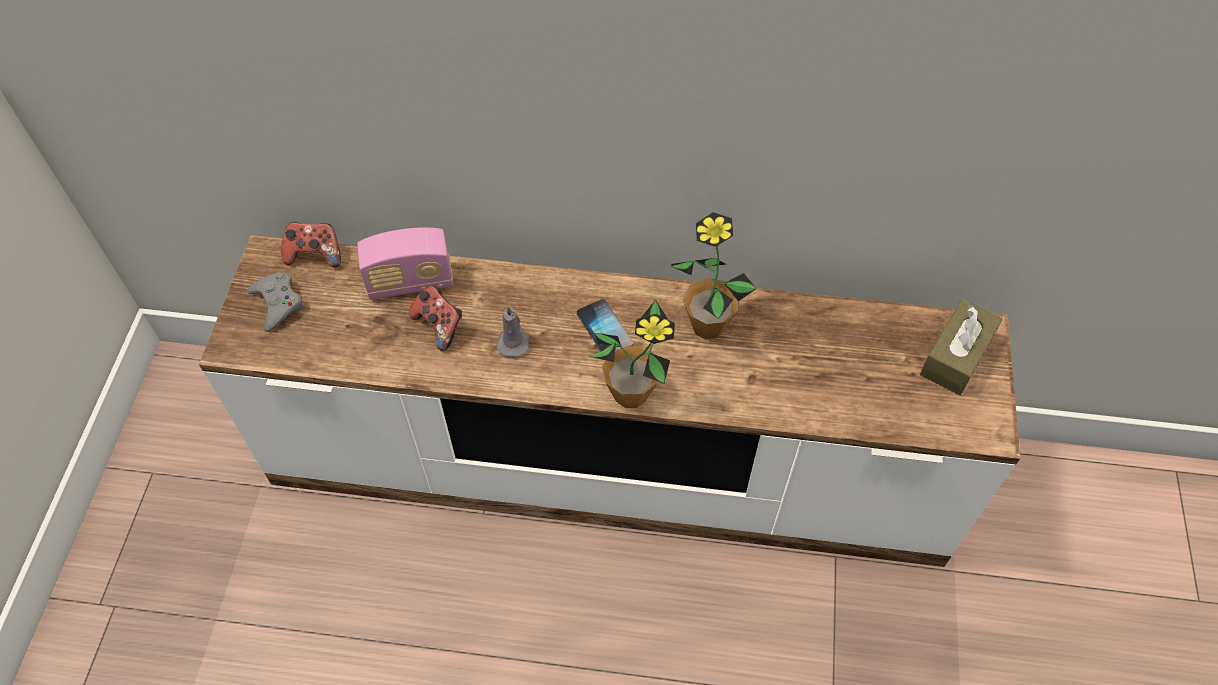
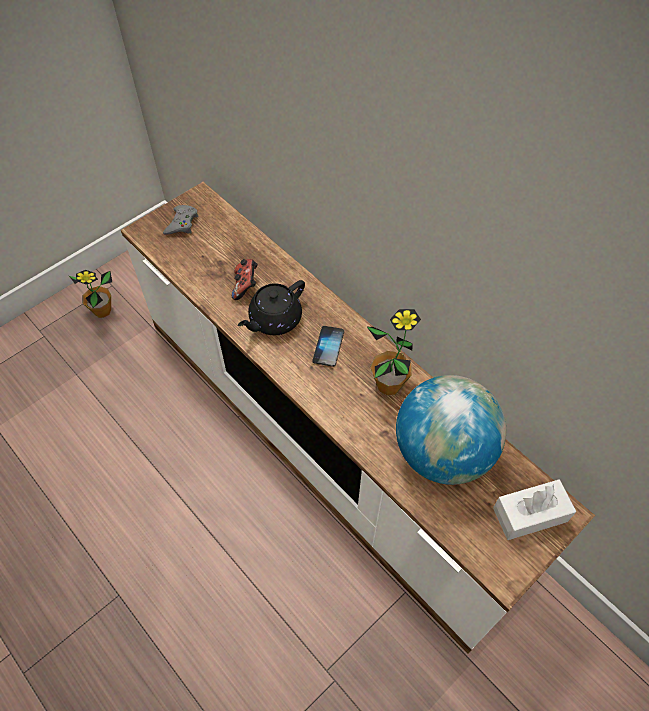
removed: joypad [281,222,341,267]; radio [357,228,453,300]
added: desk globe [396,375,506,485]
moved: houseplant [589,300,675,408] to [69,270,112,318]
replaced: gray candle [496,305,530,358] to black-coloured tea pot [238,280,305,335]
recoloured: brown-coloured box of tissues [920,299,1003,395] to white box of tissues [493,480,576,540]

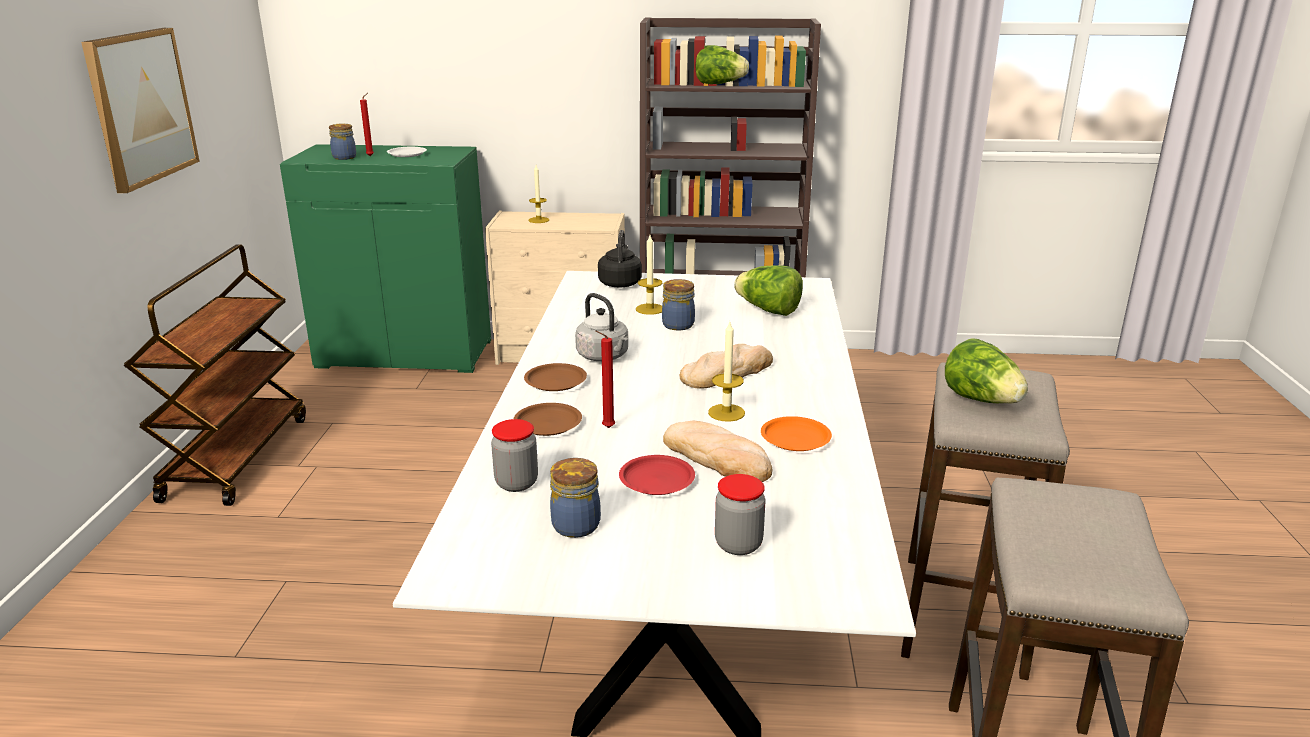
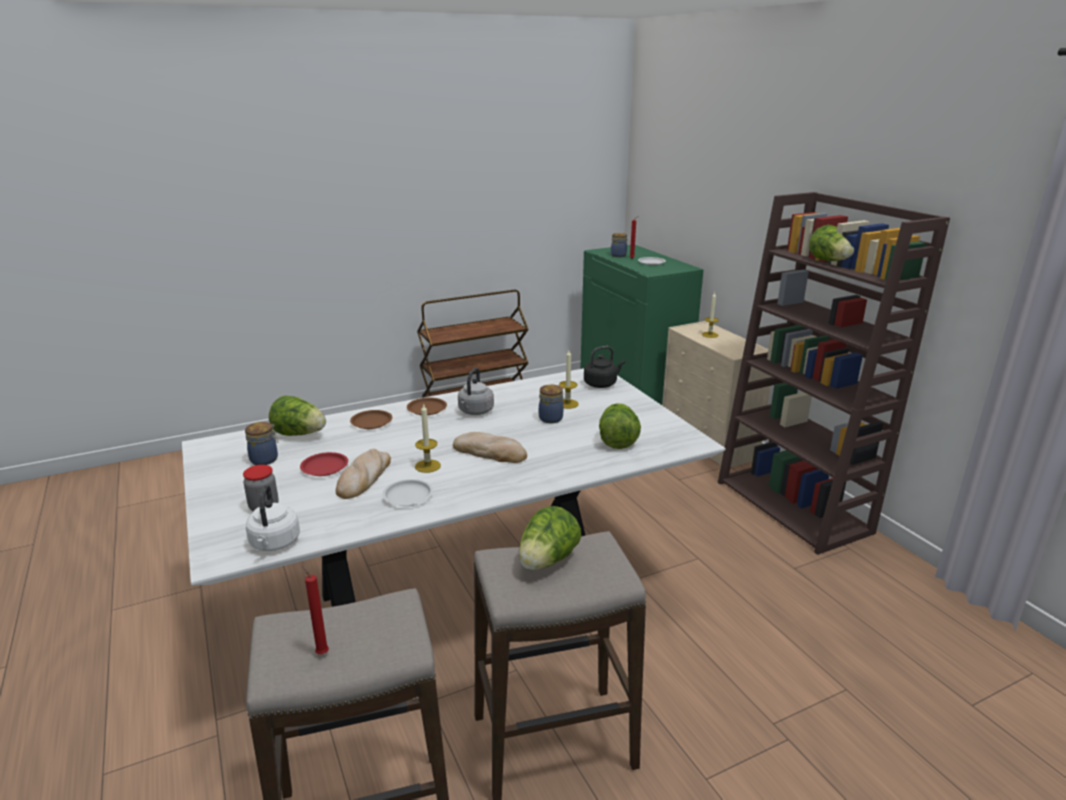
removed: wall art [81,28,200,193]
added: white tea kettle [246,485,300,551]
moved: red-coloured candle [596,331,615,428] to [302,565,329,654]
replaced: storage jar [491,419,538,492] to head of lettuce [269,396,326,436]
recoloured: orange-coloured dinner plate [761,416,832,451] to white dinner plate [382,479,433,506]

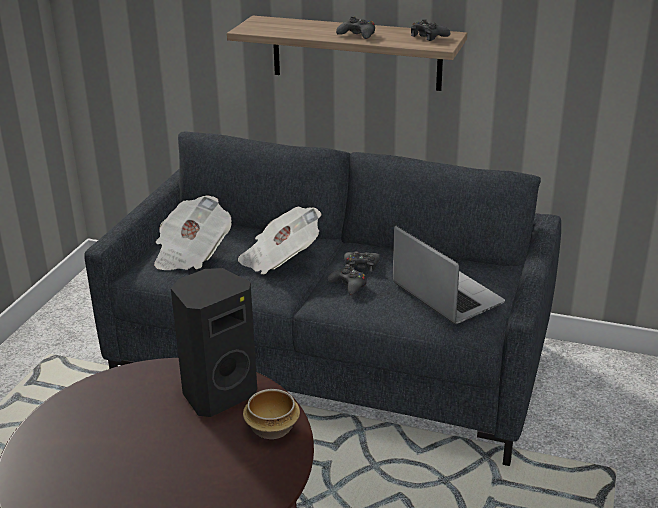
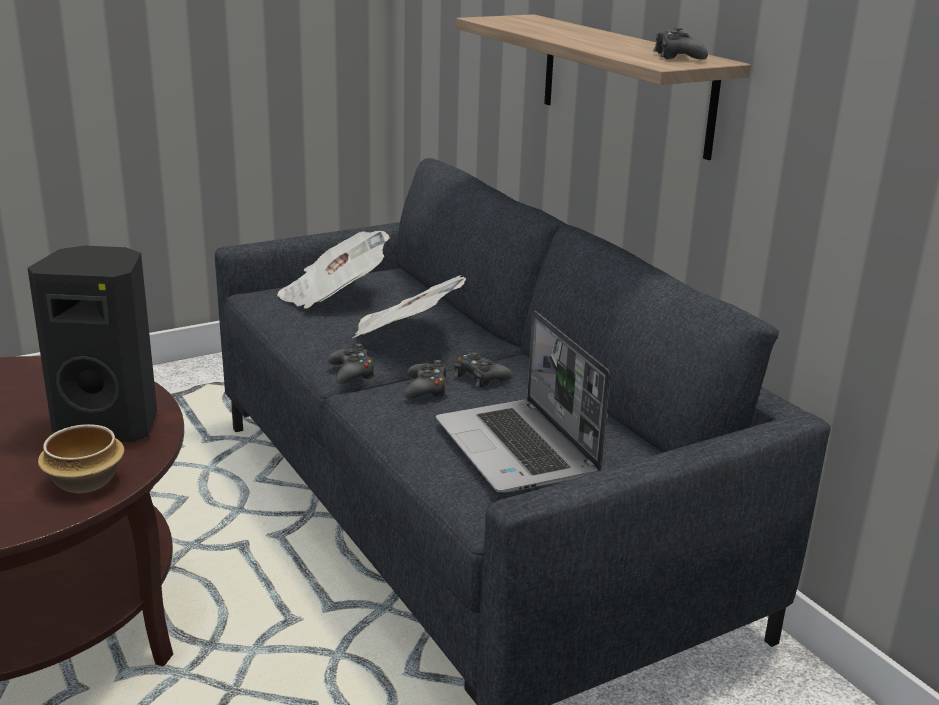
moved: black-coloured joypad [336,16,375,39] to [328,344,375,384]
turned: notebook computer [393,226,505,324] = [436,311,610,493] 150 degrees clockwise

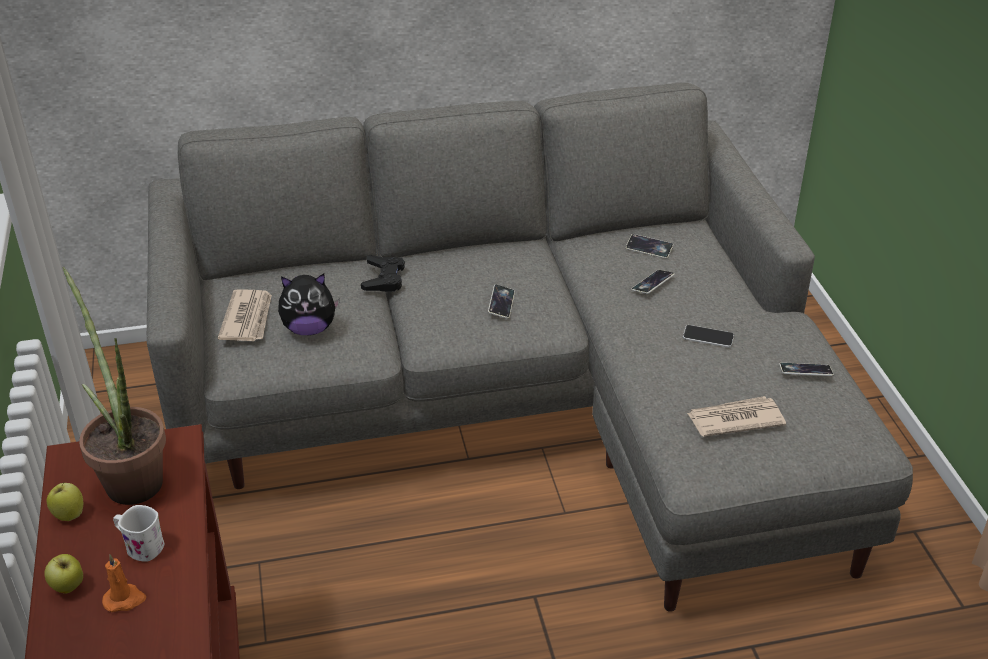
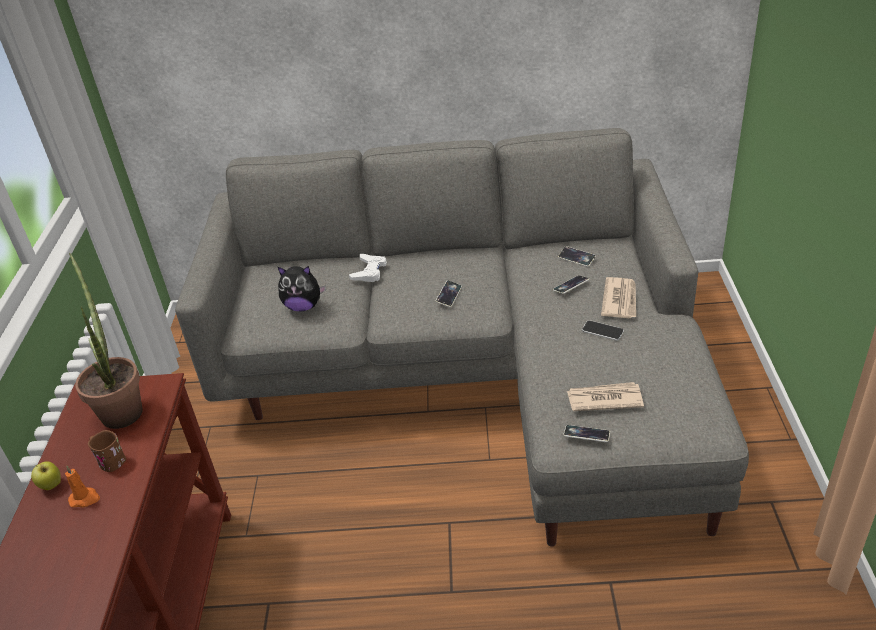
removed: apple [46,482,83,521]
moved: daily paper [218,290,272,341] to [601,277,636,319]; phone [779,363,834,376] to [563,425,610,442]
recoloured: white coffee mug [113,505,164,562] to brown-coloured coffee mug [88,430,126,472]; black-coloured joypad [361,255,405,292] to white joypad [349,254,387,282]

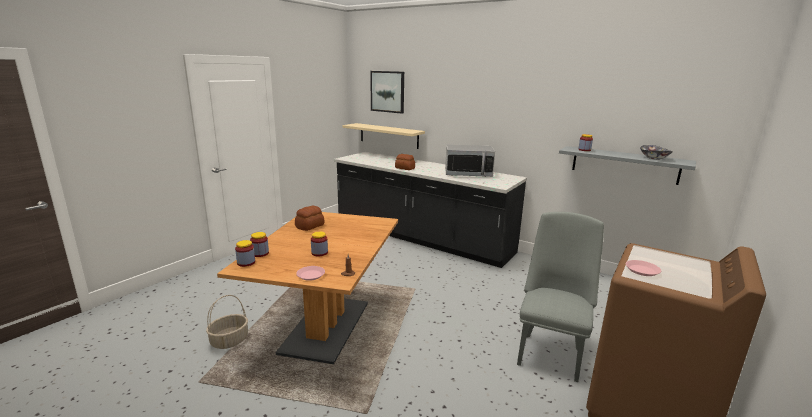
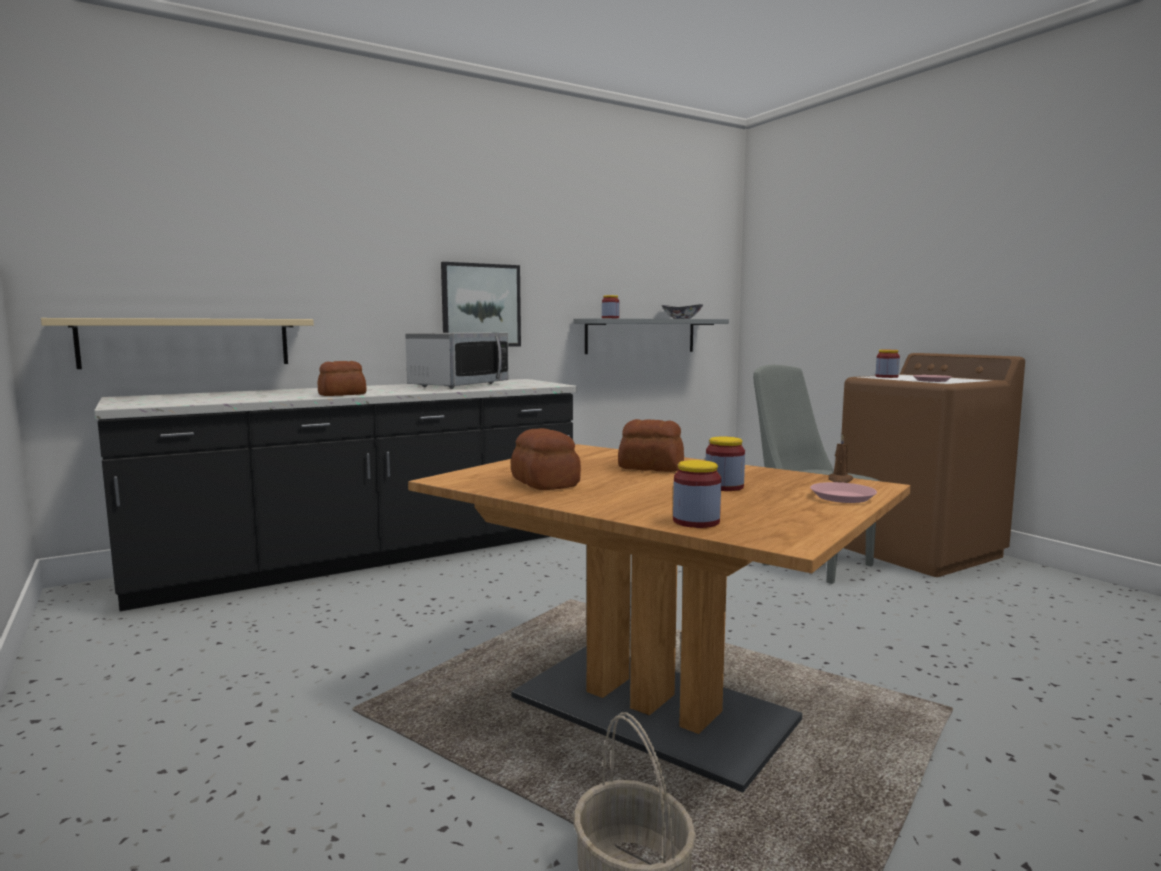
added: bread [618,419,684,472]
moved: storage jar [235,240,255,267] to [876,350,900,378]; wall art [370,71,404,114] to [441,262,521,347]

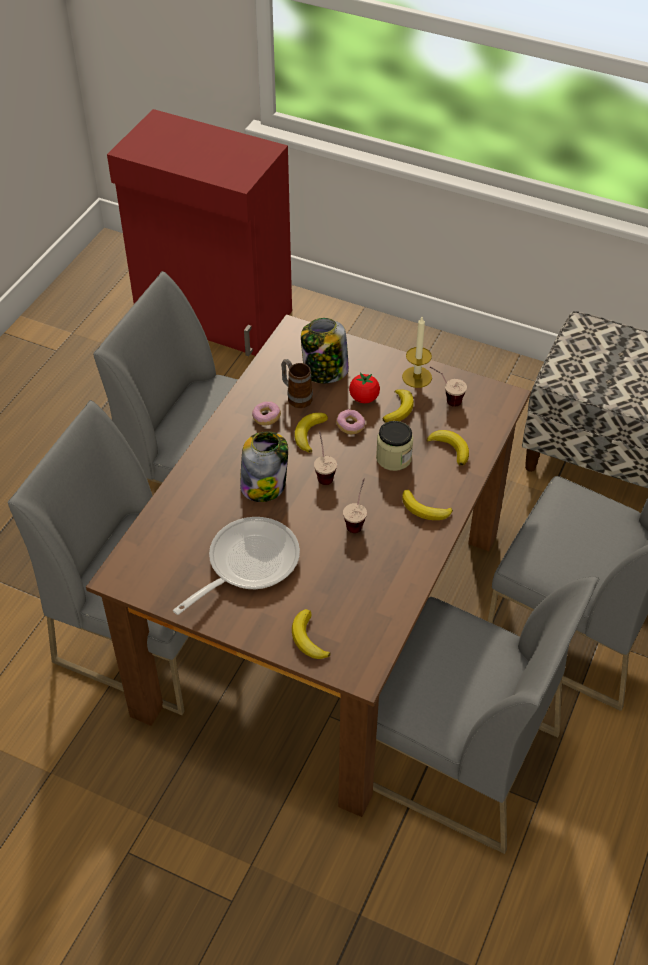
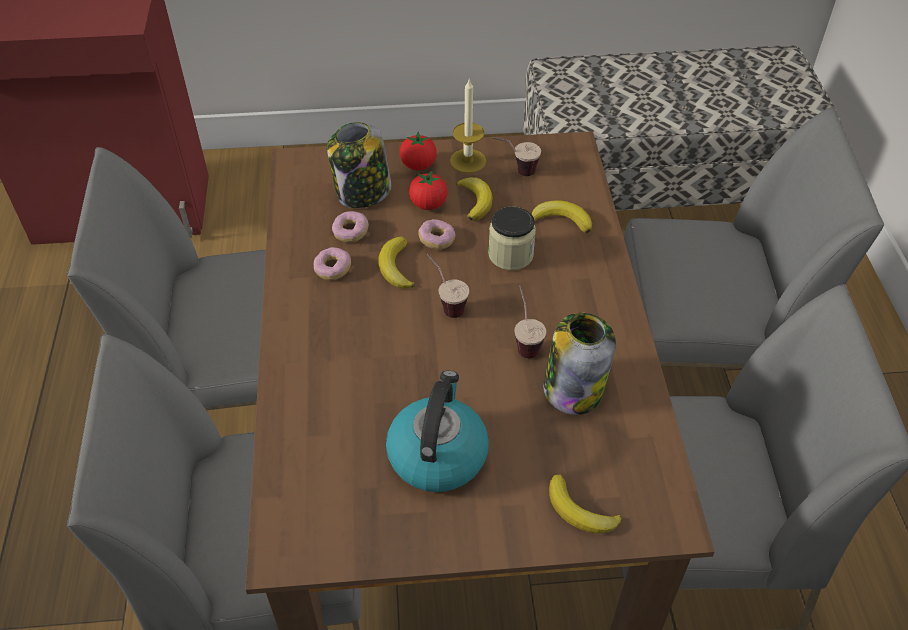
removed: banana fruit [402,489,453,520]
added: tomato [400,131,437,170]
moved: storage jar [240,431,288,502] to [543,313,616,415]
replaced: frying pan [173,517,300,615] to tea kettle [386,371,489,492]; coffee mug [281,359,313,408] to doughnut [332,211,369,243]

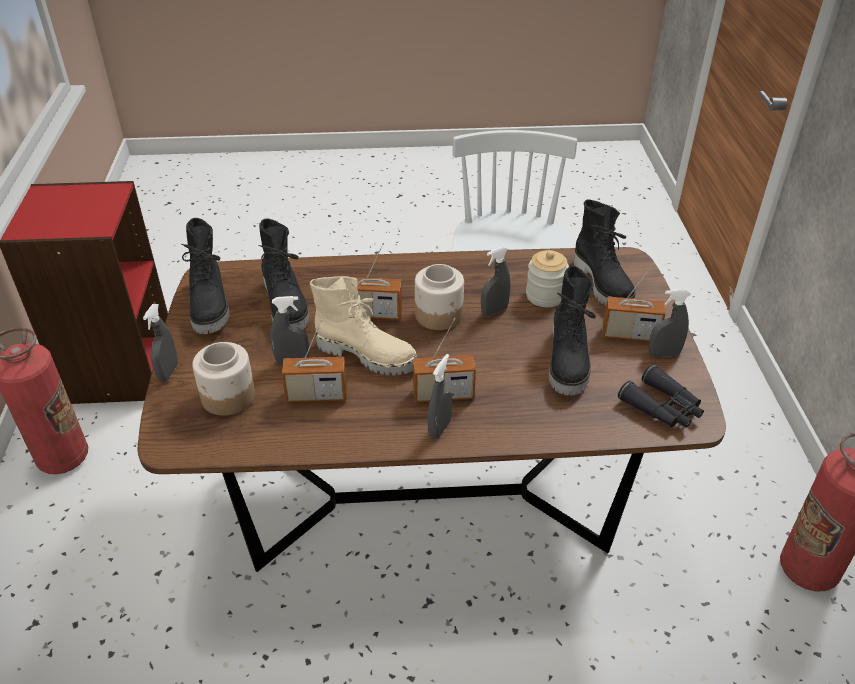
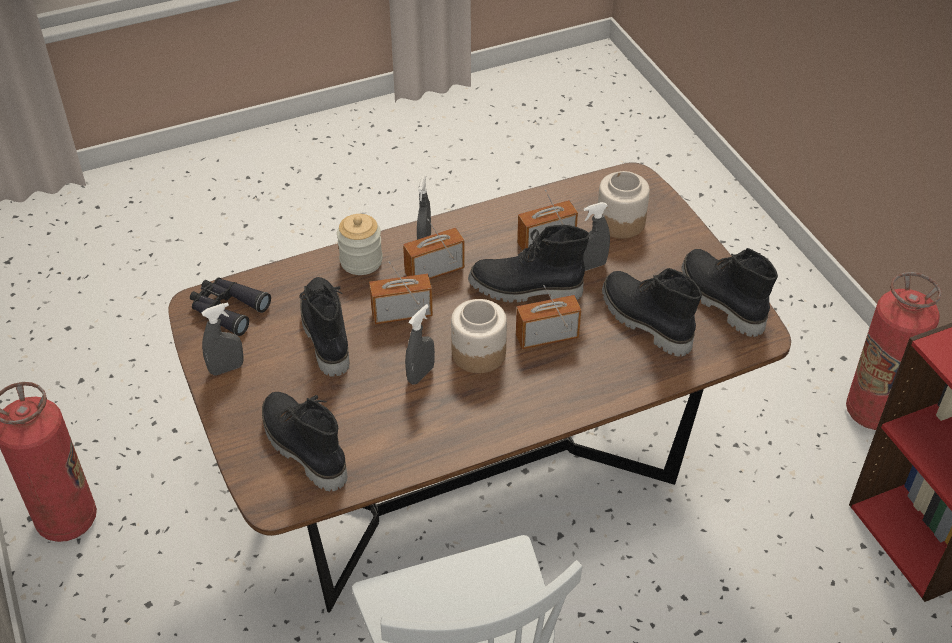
removed: gray hand sprayer [143,304,178,382]
moved: storage jar [526,250,569,307] to [337,214,383,275]; radio [603,263,666,342] to [369,261,433,324]
recoloured: sand-coloured tall boot [310,276,417,375] to black-coloured tall boot [468,225,589,303]

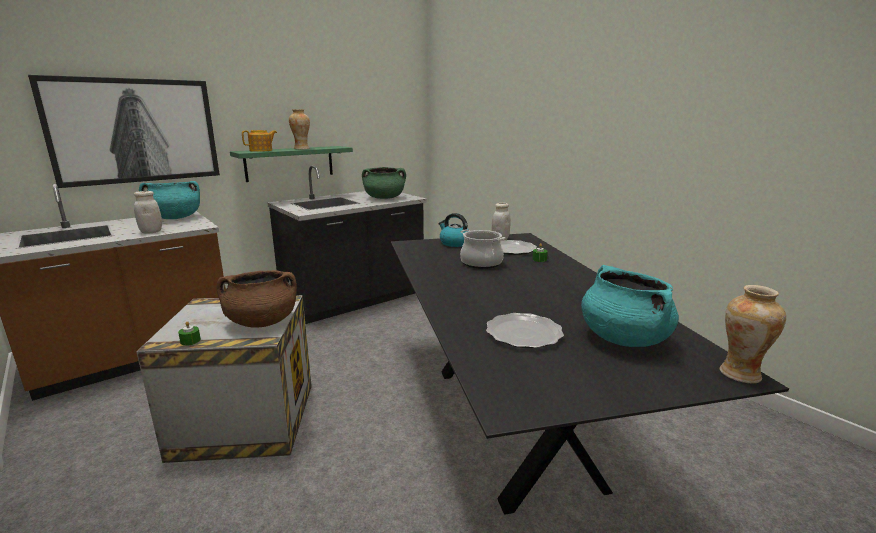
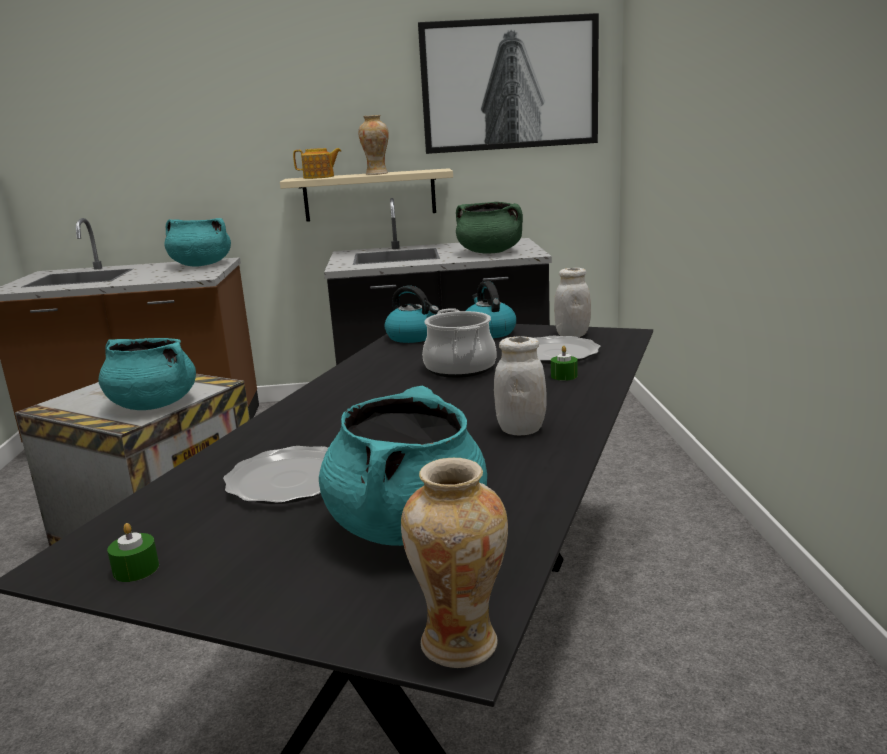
added: tea kettle [384,286,439,343]
moved: wall art [28,75,220,188] to [418,13,599,154]; white storage jar [134,191,162,234] to [494,336,547,435]; green-coloured candle [178,321,201,346] to [107,523,159,582]
recoloured: brown-coloured cooking pot [217,270,297,328] to turquoise cooking pot [98,338,196,410]; green-coloured shelf [230,146,353,182] to sand-coloured shelf [280,168,453,222]

